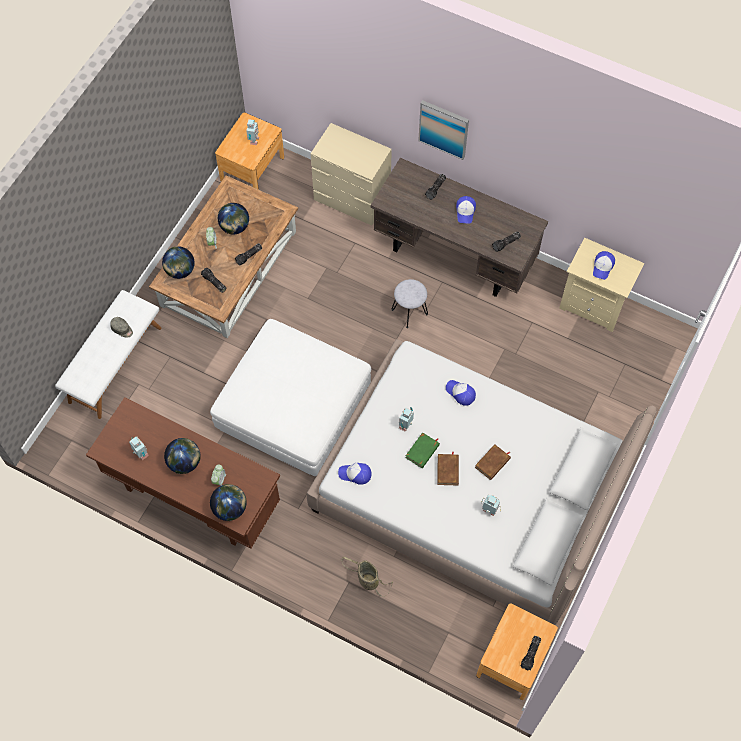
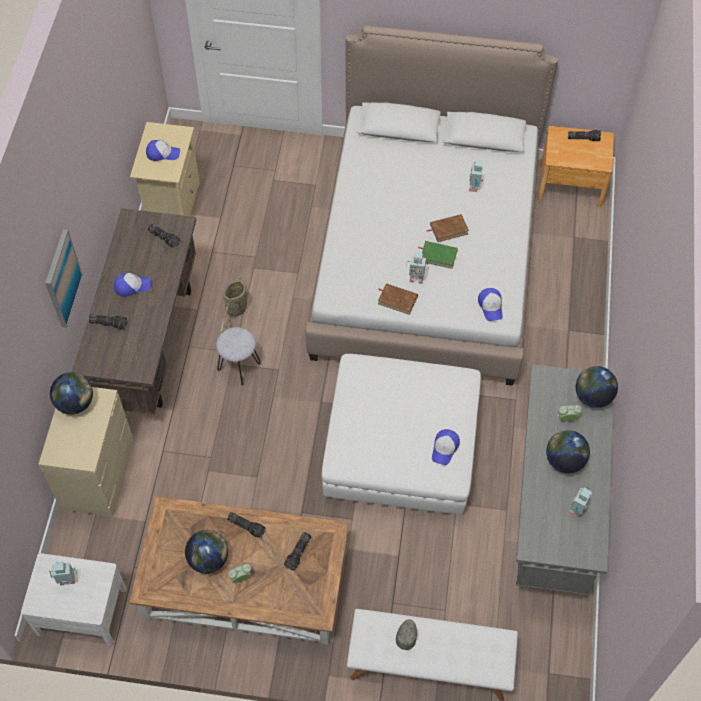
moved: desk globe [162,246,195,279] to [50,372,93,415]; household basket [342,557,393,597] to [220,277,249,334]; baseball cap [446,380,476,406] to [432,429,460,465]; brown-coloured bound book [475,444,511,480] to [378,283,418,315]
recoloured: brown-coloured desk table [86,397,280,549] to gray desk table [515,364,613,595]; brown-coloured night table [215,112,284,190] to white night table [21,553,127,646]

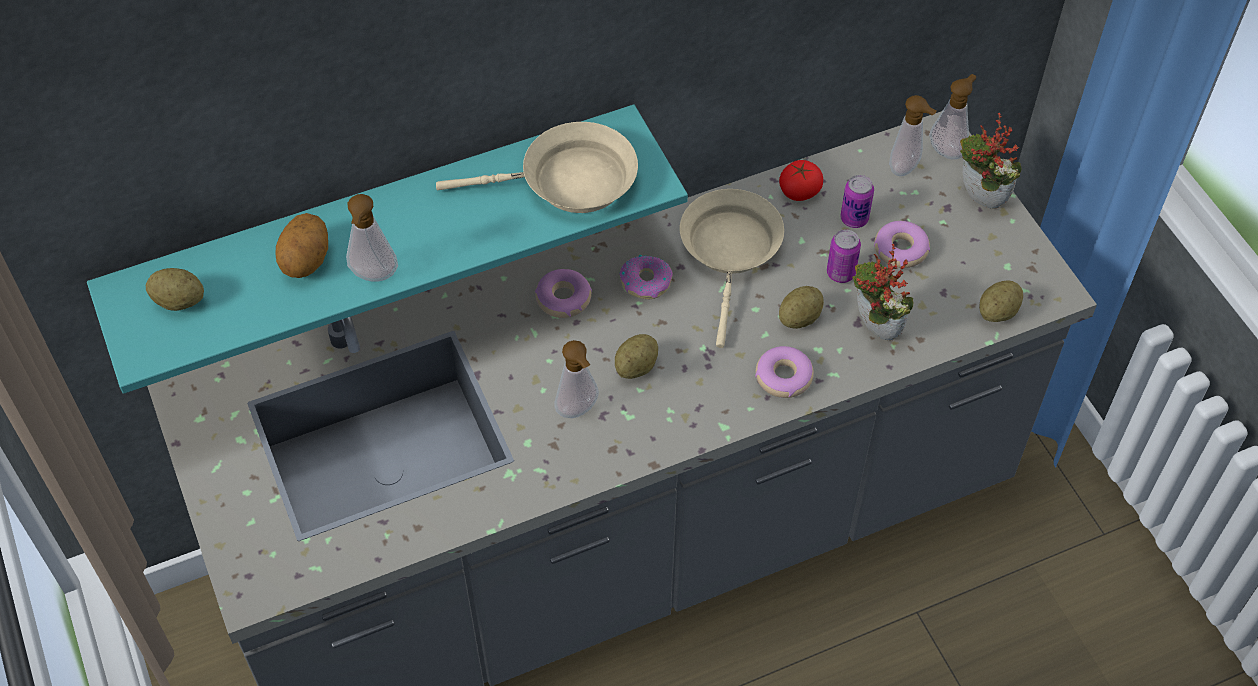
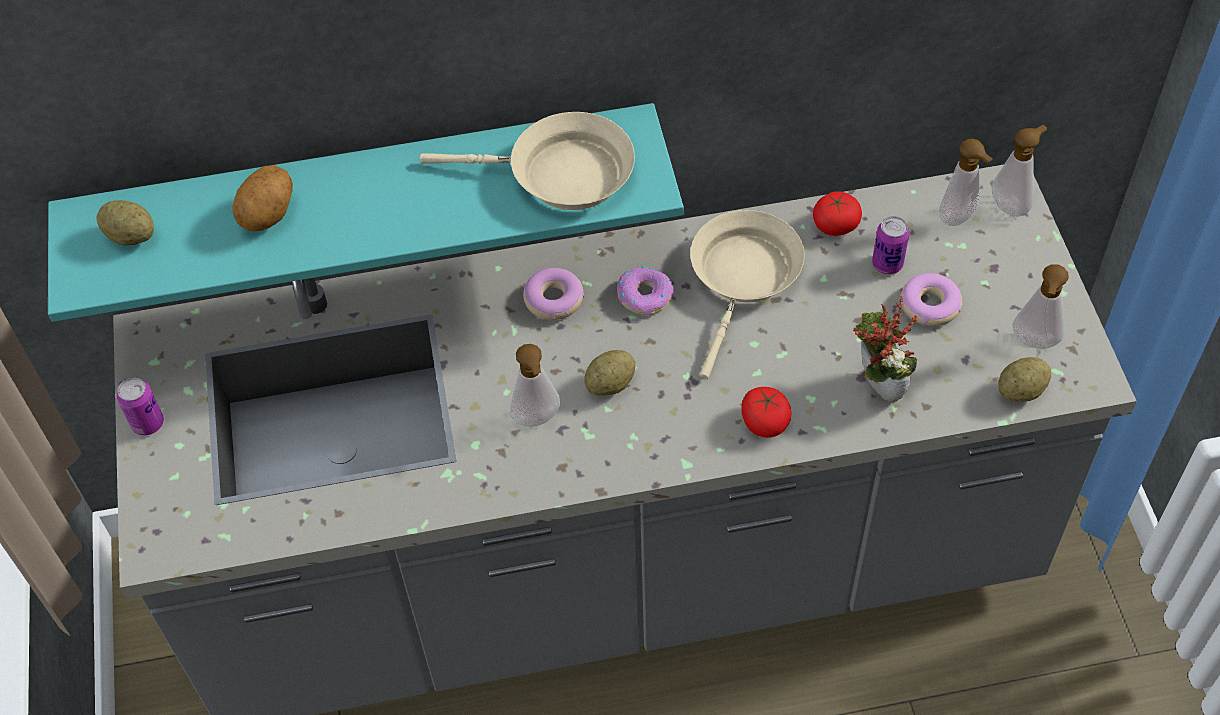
removed: potato [779,286,824,329]; houseplant [960,113,1021,208]
moved: liquid soap bottle [346,194,398,281] to [1012,264,1069,349]; metal can [827,230,861,283] to [117,377,164,436]
replaced: doughnut [755,346,814,398] to tomato [741,387,792,438]

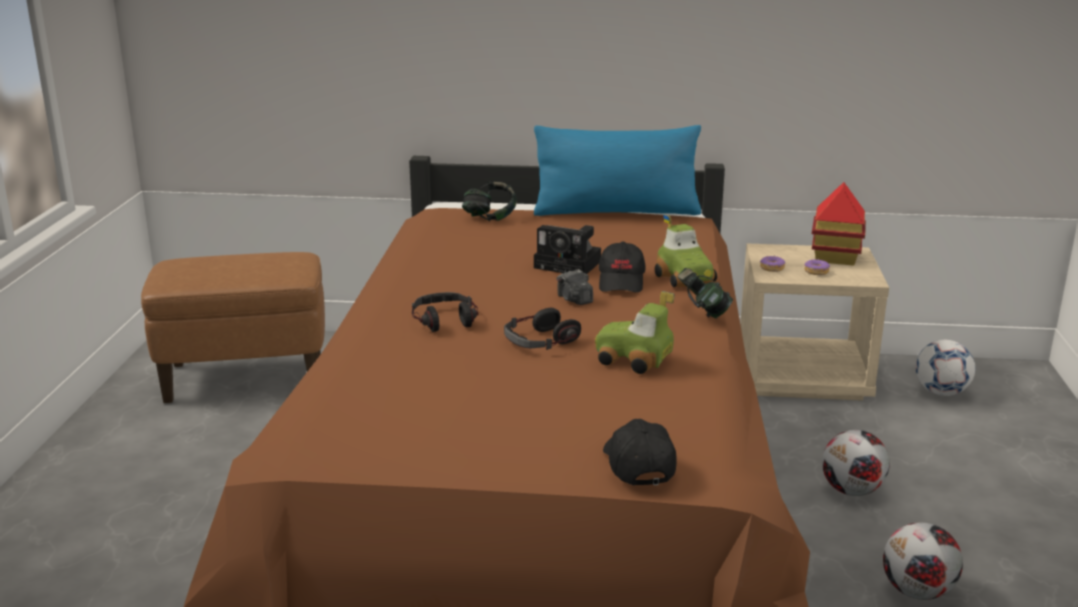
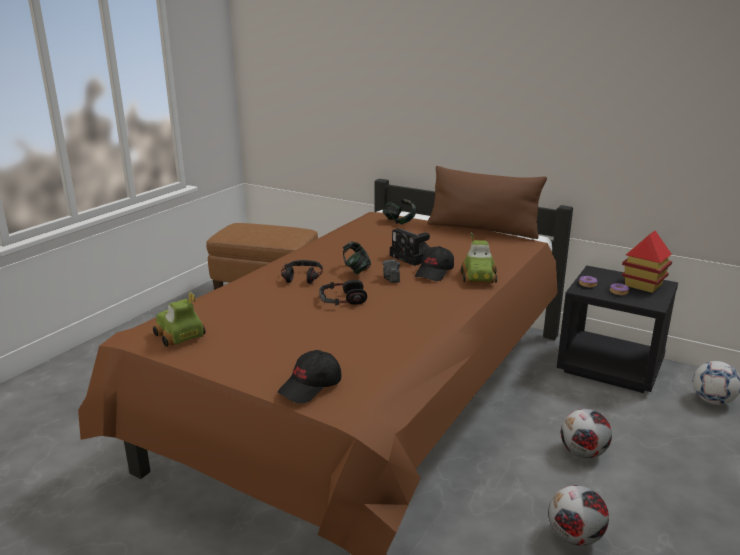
moved: model car [595,291,674,374] to [153,292,206,347]; pair of headphones [677,268,733,318] to [343,241,371,274]
recoloured: bluish pillow [534,125,701,216] to brown-coloured pillow [428,166,547,239]; sand-coloured night table [740,244,889,401] to black-coloured night table [556,266,678,393]
turned: black-coloured baseball cap [603,419,677,485] = [278,350,341,404] 150 degrees counterclockwise

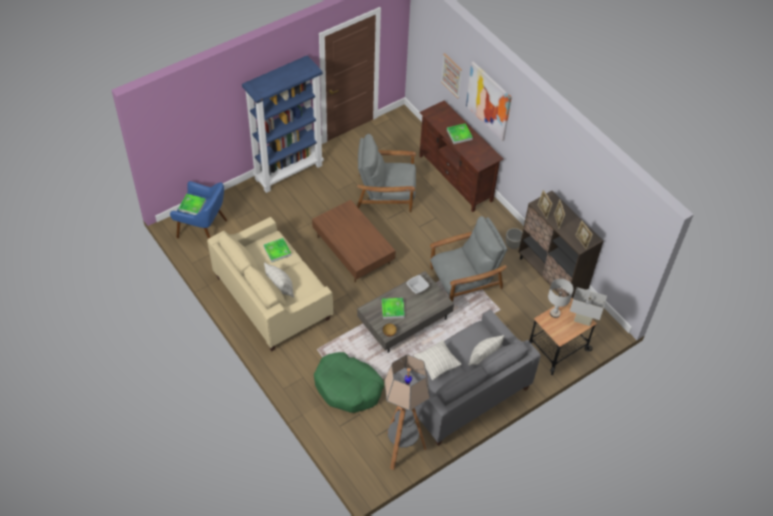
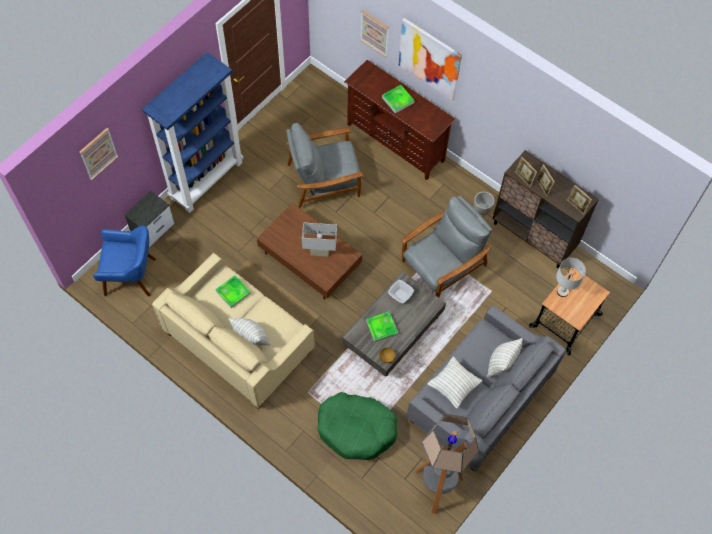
removed: tray [178,194,206,215]
added: wall art [79,128,118,180]; night table [124,191,174,247]
moved: white lamp for a table [570,287,607,326] to [302,222,337,257]

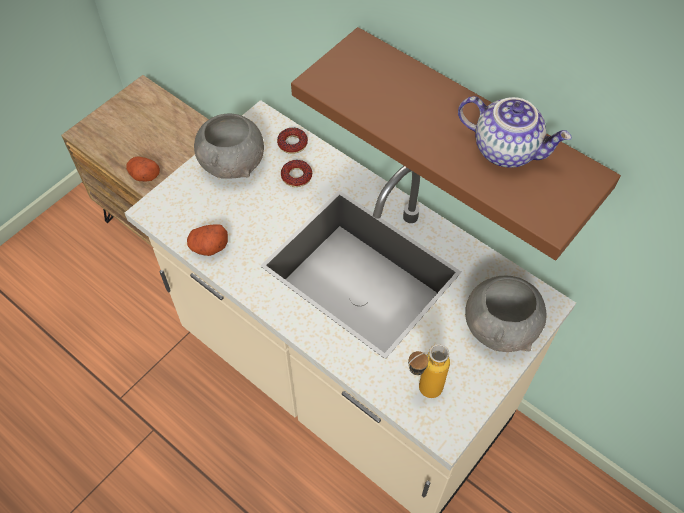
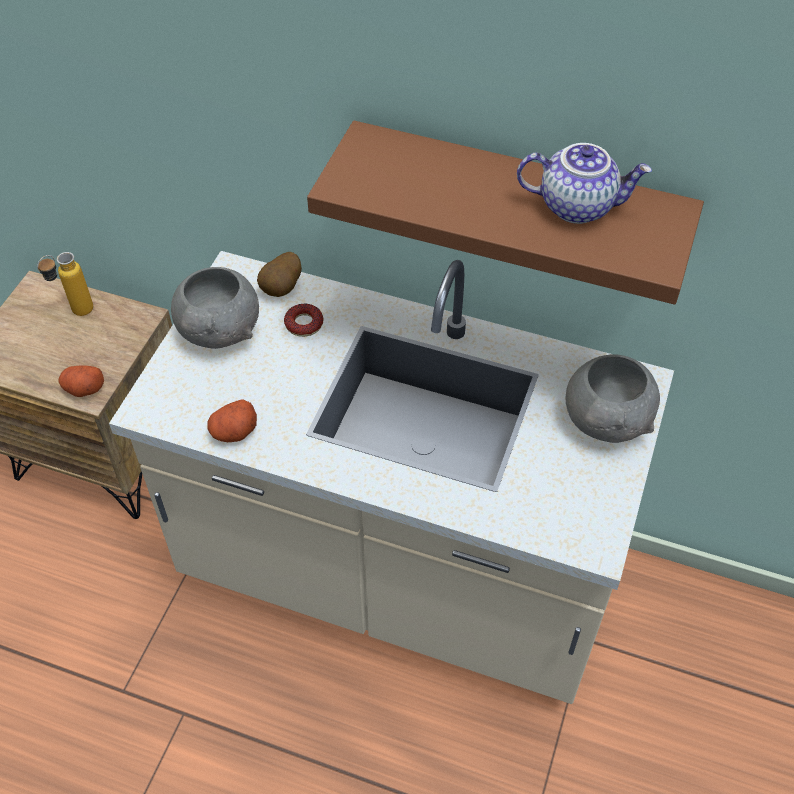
moved: bottle [408,344,450,398] to [37,252,93,316]
replaced: doughnut [277,128,308,154] to potato [257,252,302,297]

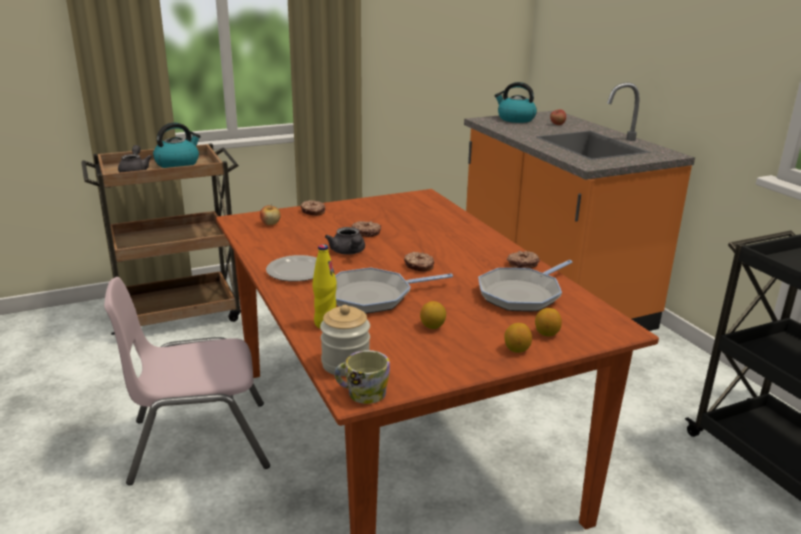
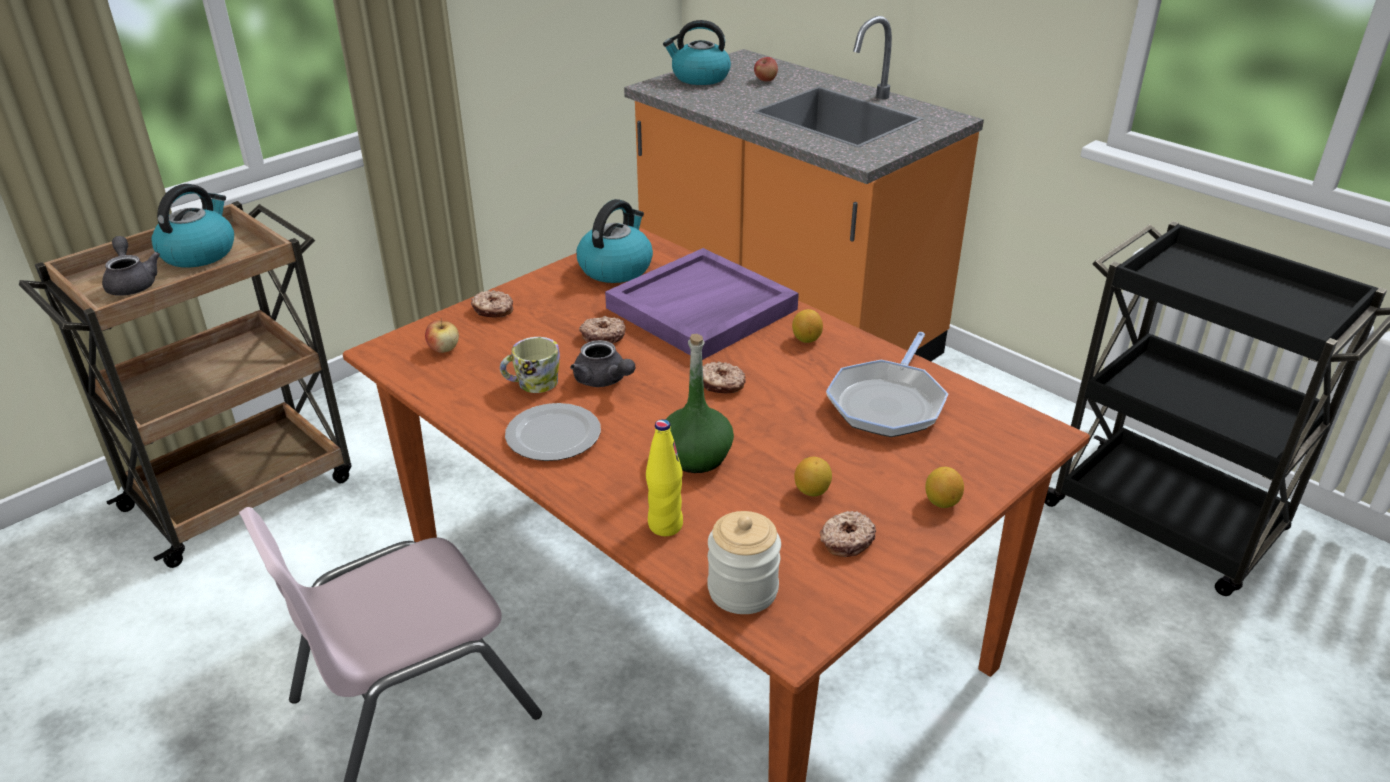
added: tea kettle [576,199,653,283]; purplish tray [605,248,799,360]
moved: coffee mug [334,350,390,404] to [500,337,560,393]; doughnut [507,251,540,268] to [820,511,876,557]; lemon [535,308,562,337] to [792,309,823,343]
replaced: frying pan [335,268,453,314] to green-coloured bottle [665,334,734,473]

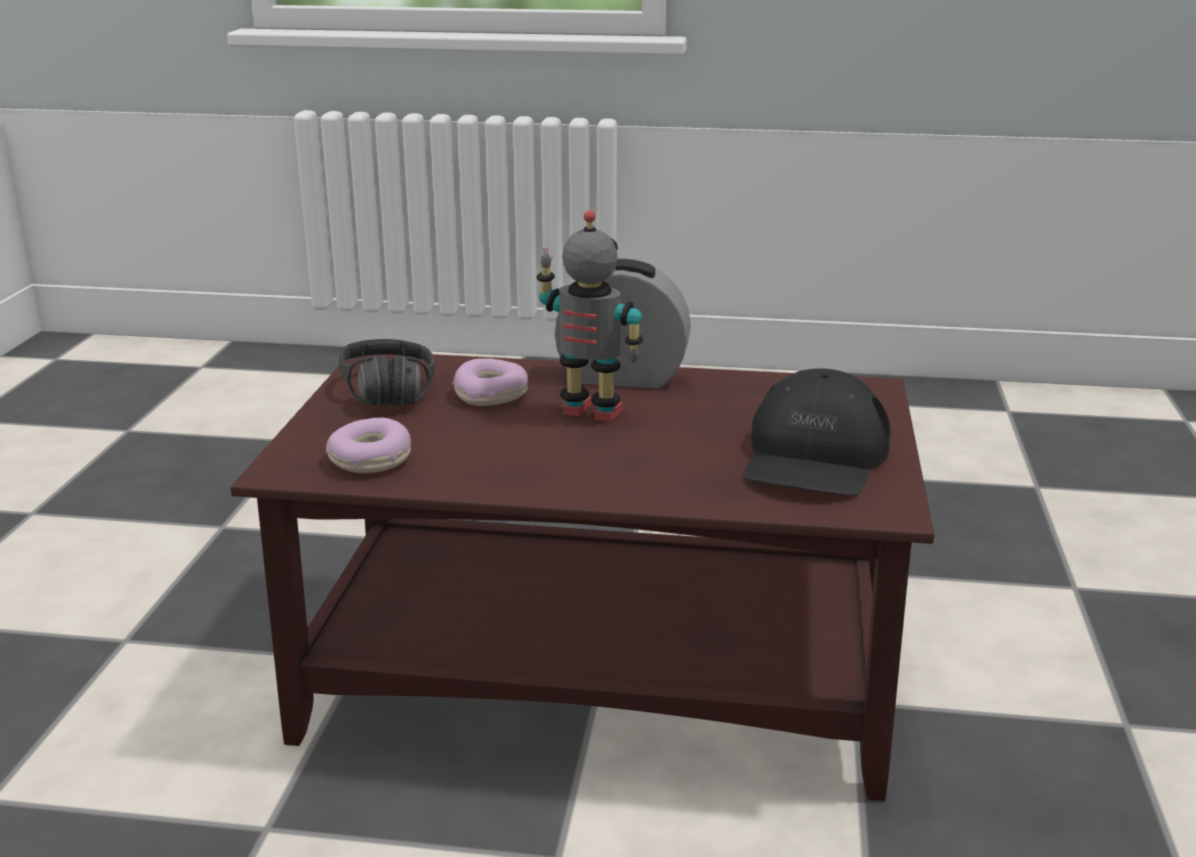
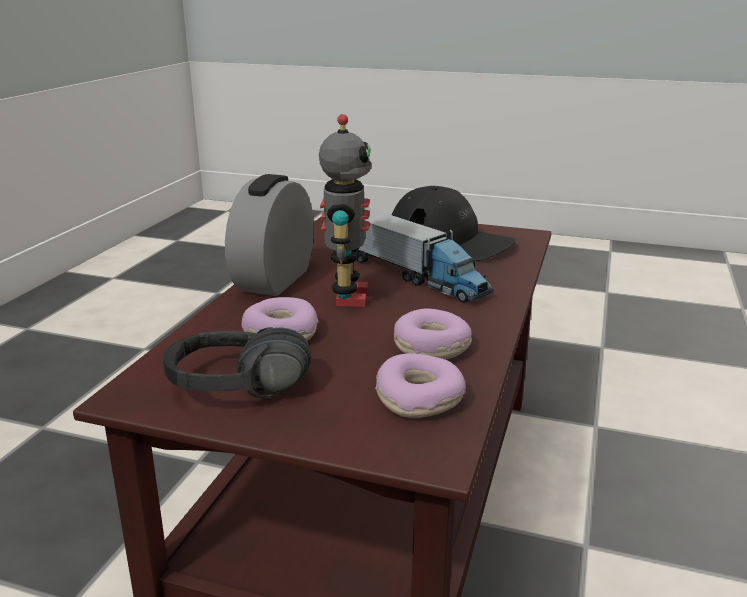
added: model truck [355,207,493,303]; doughnut [394,309,472,360]
turned: model robot [536,210,643,422] = [319,114,372,307] 150 degrees clockwise

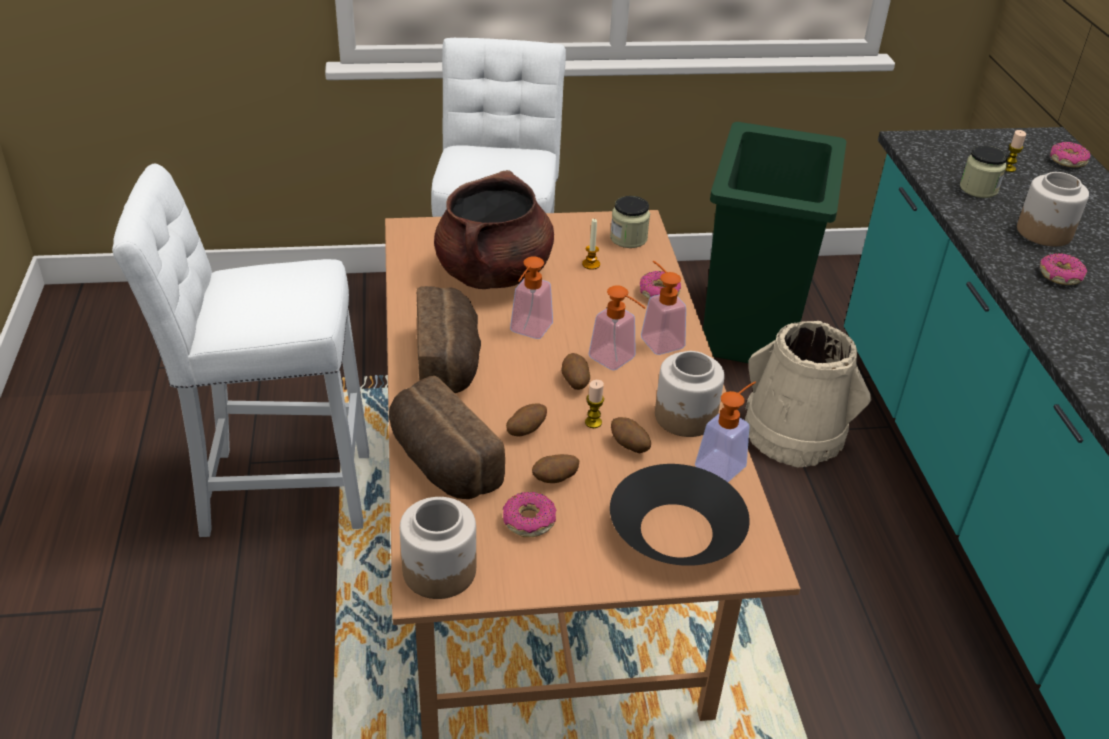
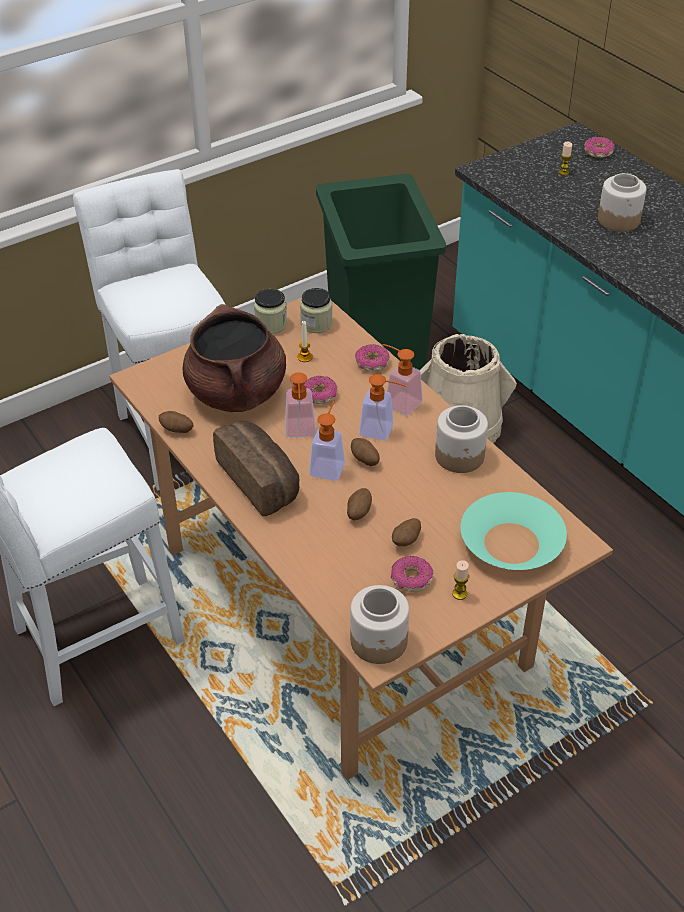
removed: bread [389,376,505,499]
moved: candle [585,380,604,428] to [452,560,469,600]; potato [611,417,651,453] to [159,411,193,433]; liquid soap bottle [695,381,756,482] to [309,400,345,481]; storage jar [960,146,1008,198] to [254,289,287,334]; doughnut [1040,253,1087,285] to [303,376,337,404]
recoloured: black-coloured serving bowl [610,464,750,566] to turquoise serving bowl [461,492,567,570]

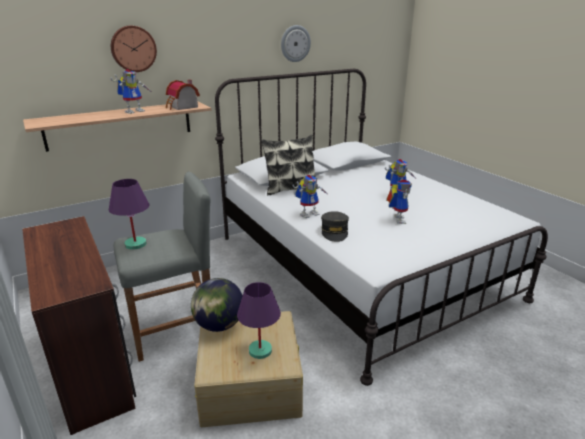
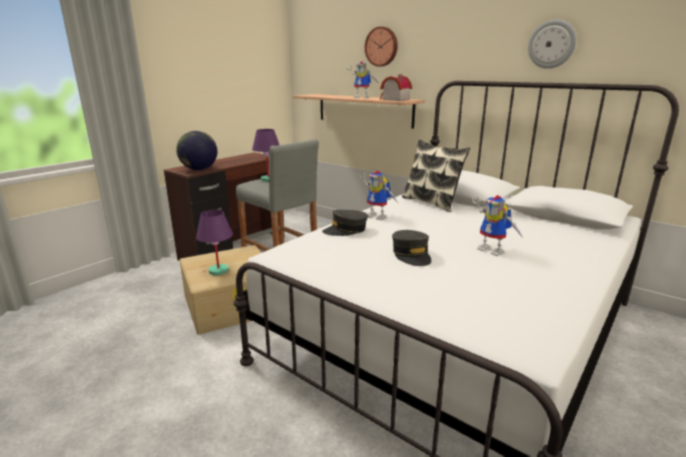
moved: desk globe [191,278,243,332] to [176,131,217,170]
replaced: model robot [387,180,412,224] to gray baseball cap [392,230,431,266]

